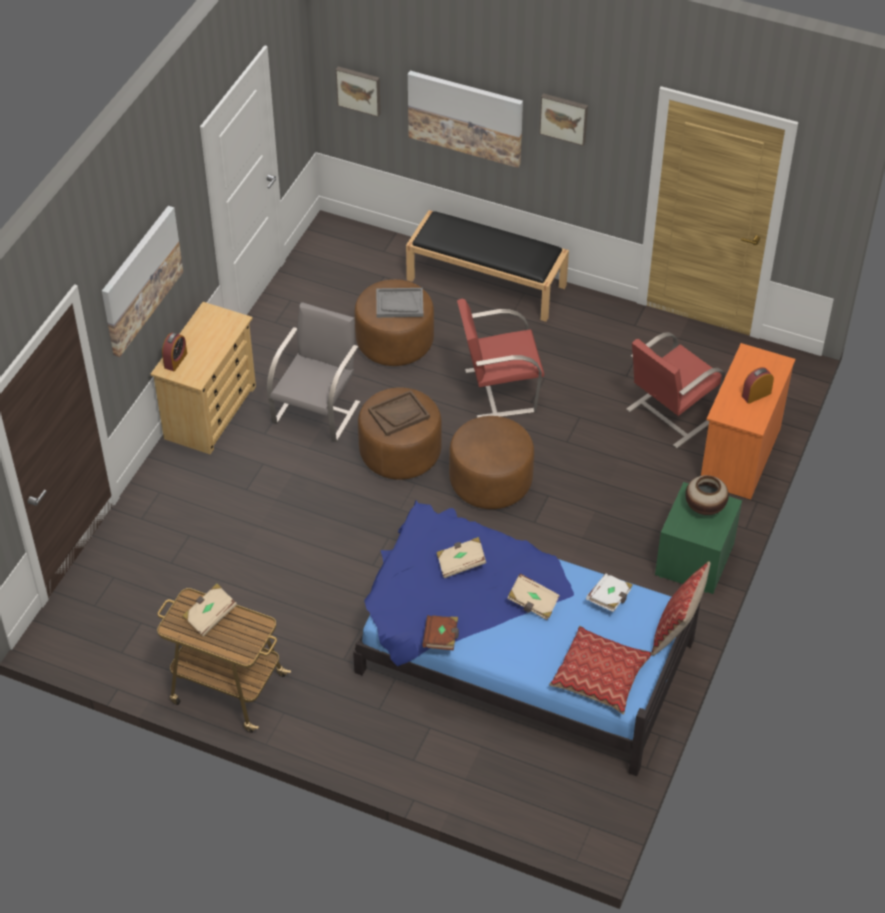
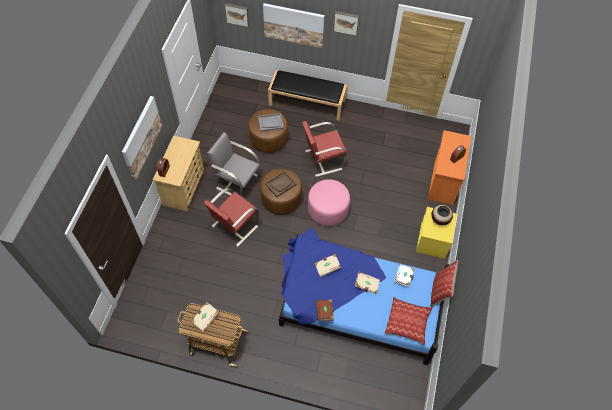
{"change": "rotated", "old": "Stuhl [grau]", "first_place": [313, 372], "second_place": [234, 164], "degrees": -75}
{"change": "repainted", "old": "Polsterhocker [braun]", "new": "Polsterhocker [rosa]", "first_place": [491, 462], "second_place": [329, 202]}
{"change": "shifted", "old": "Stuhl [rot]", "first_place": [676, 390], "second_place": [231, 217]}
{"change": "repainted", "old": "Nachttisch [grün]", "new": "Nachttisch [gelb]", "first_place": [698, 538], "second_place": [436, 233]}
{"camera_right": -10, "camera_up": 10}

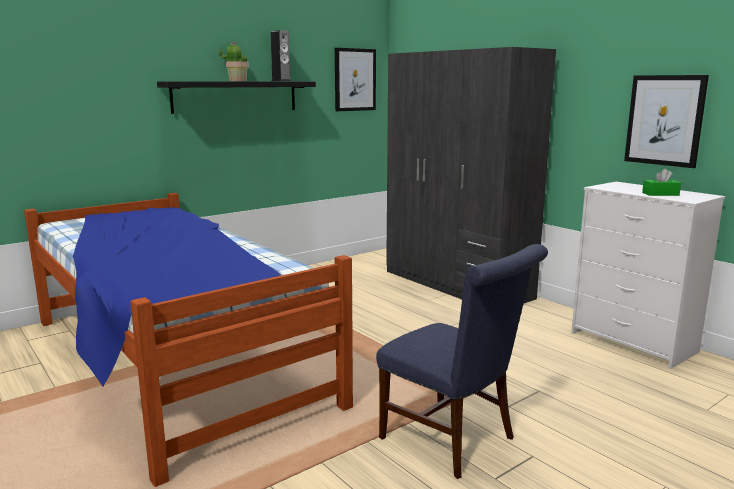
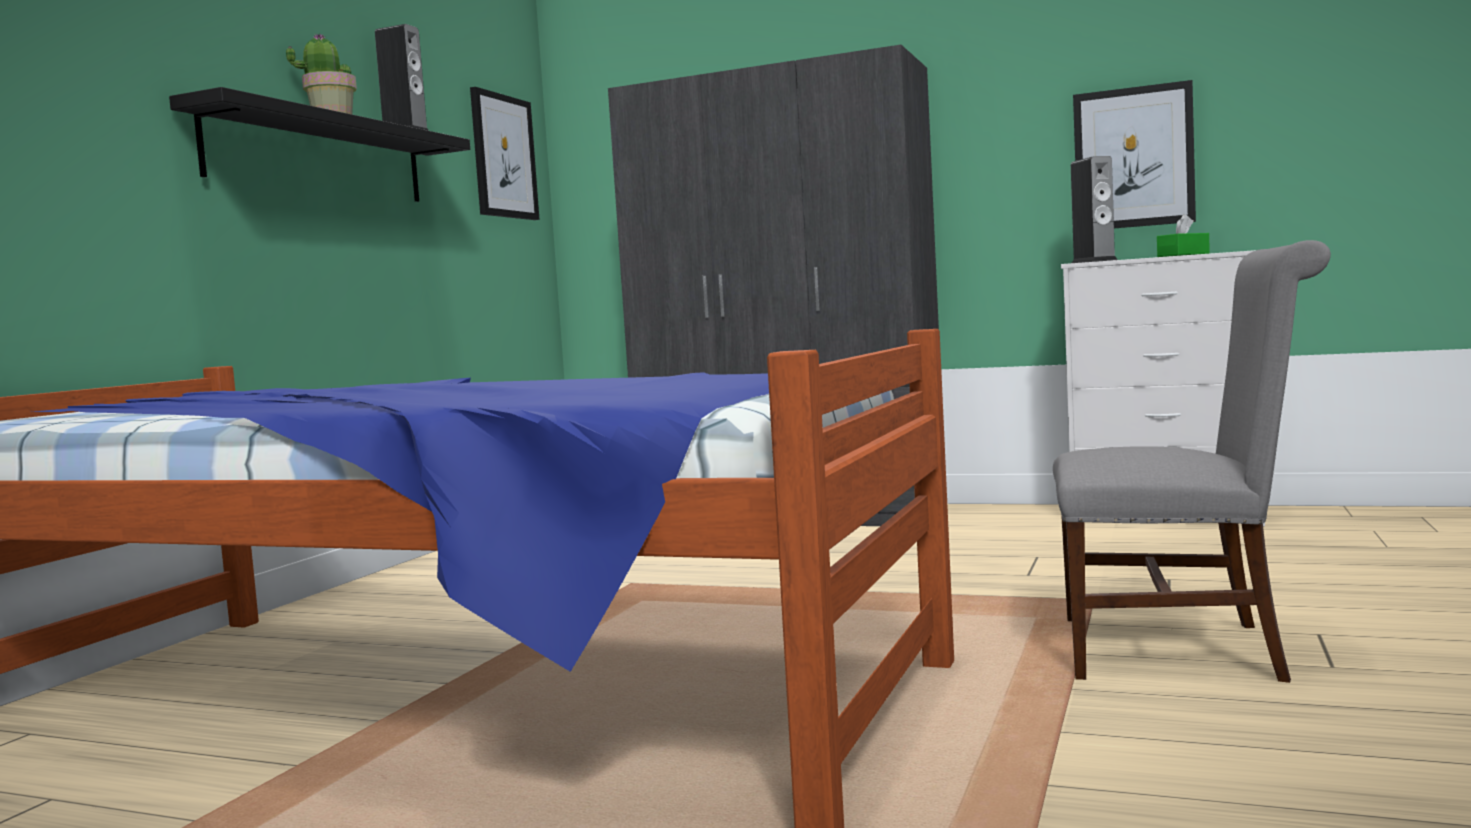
{"change": "repainted", "old": "Stuhl [blau]", "new": "Stuhl [grau]", "first_place": [462, 361], "second_place": [1192, 461]}
{"change": "new", "new": "Lautsprecher", "second_place": [1094, 209]}
{"camera_right": -30, "camera_up": -10}

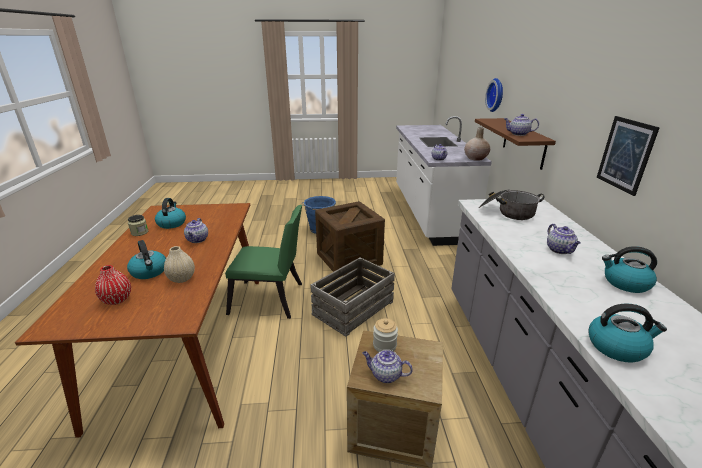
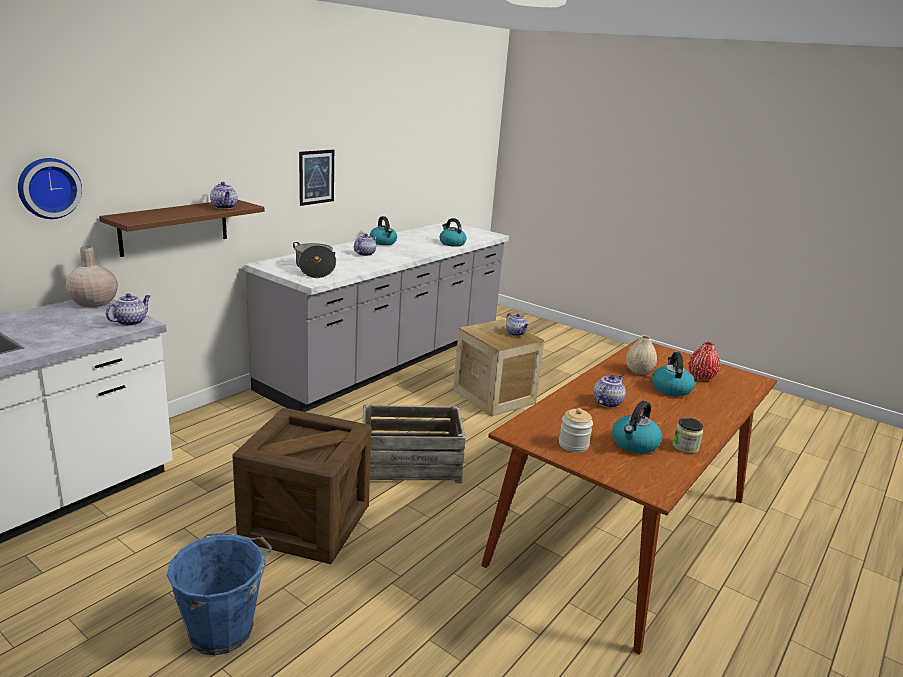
{"change": "gone", "old": "Stuhl [grün]", "first_place": [263, 262]}
{"change": "shifted", "old": "Vorratsglas", "first_place": [385, 335], "second_place": [576, 430]}
{"camera_right": -140, "camera_up": -5}

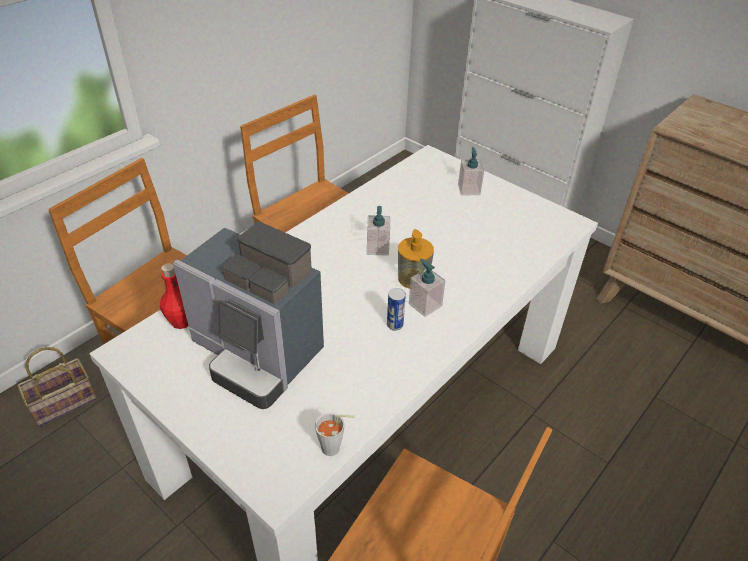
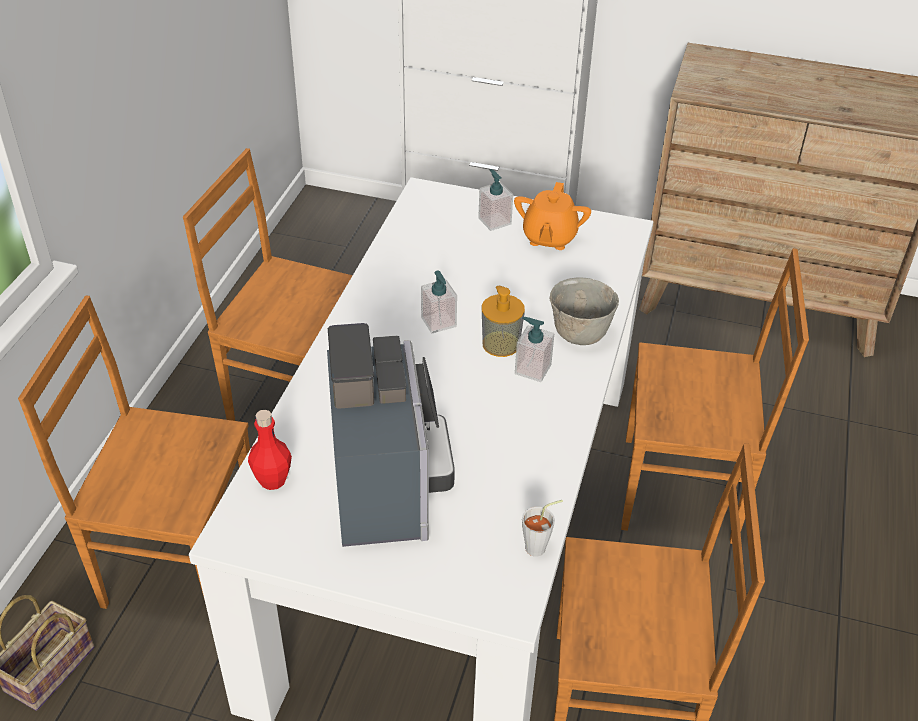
{"change": "rotated", "old": "Kaffeemaschine", "first_place": [248, 315], "second_place": [391, 435], "degrees": -105}
{"change": "gone", "old": "Dose", "first_place": [396, 309]}
{"change": "new", "new": "Teekanne [orange]", "second_place": [552, 216]}
{"change": "new", "new": "Schüssel [grau]", "second_place": [584, 311]}
{"change": "new", "new": "Stuhl [braun]", "second_place": [715, 396]}
{"camera_right": -25, "camera_up": 0}

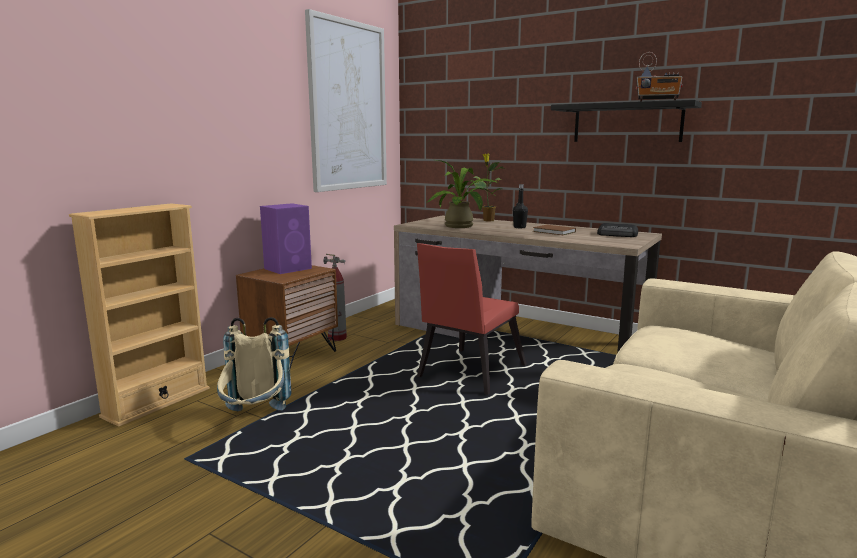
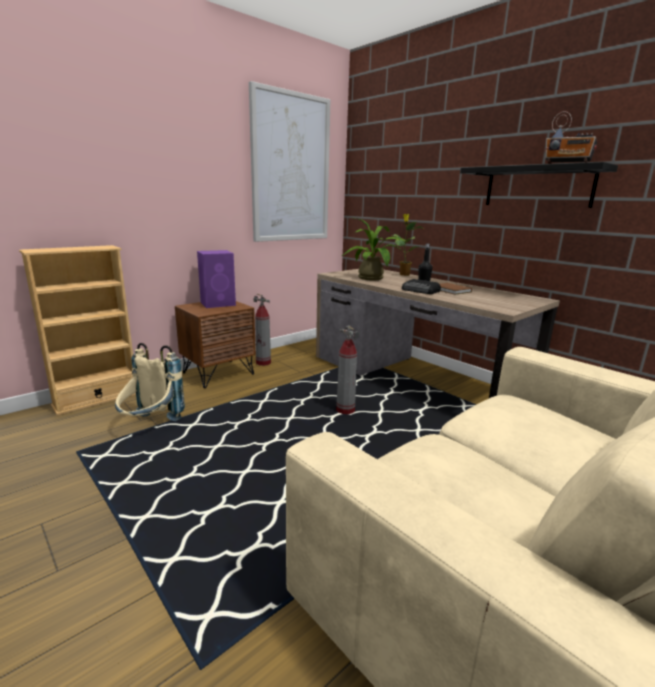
{"change": "swapped", "old": "Stuhl [rot]", "new": "Feuerlöscher", "first_place": [472, 319], "second_place": [347, 369]}
{"change": "shifted", "old": "Radio", "first_place": [617, 230], "second_place": [421, 286]}
{"camera_right": 15, "camera_up": 5}

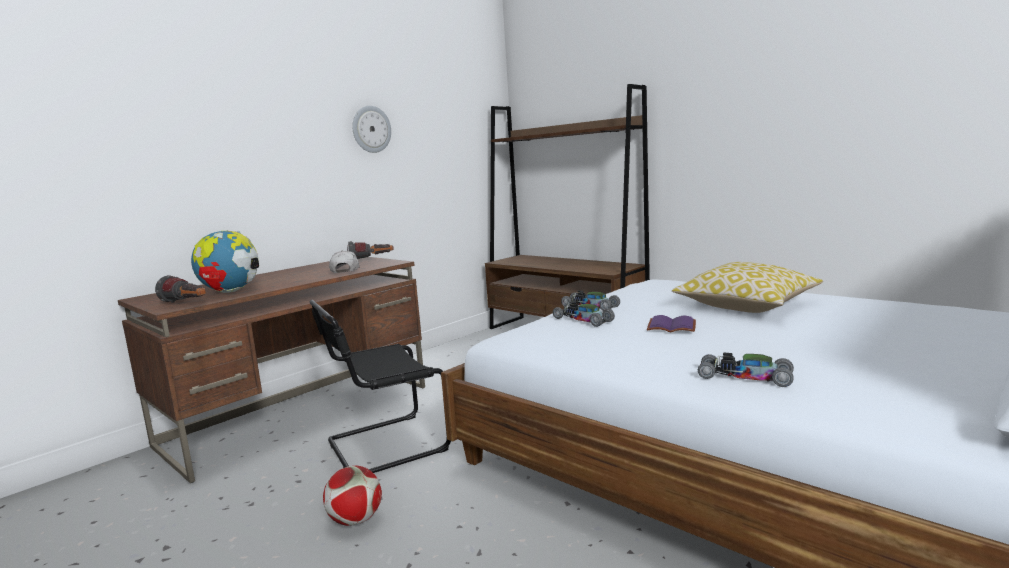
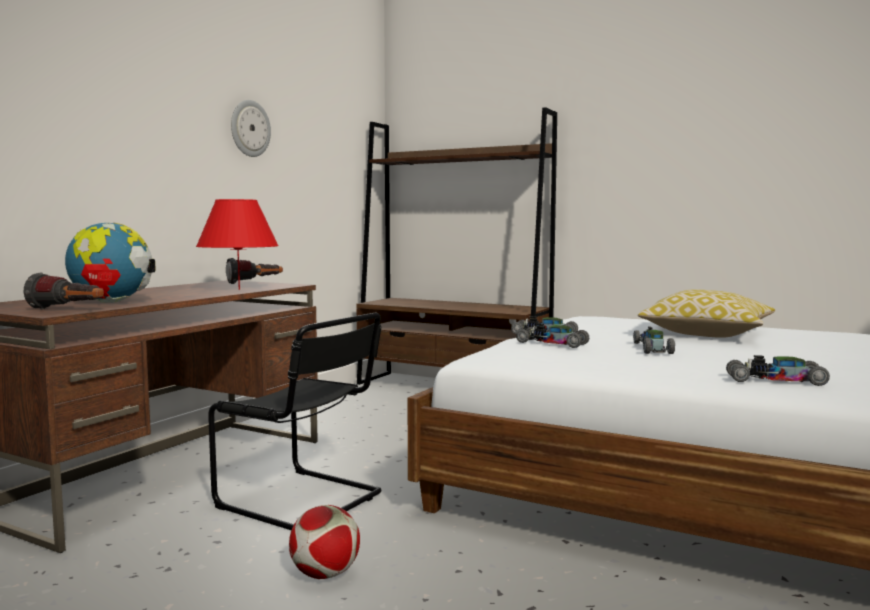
{"change": "rotated", "old": "Stuhl [schwarz]", "first_place": [380, 386], "second_place": [294, 421], "degrees": -105}
{"change": "swapped", "old": "Kappe [weiß]", "new": "Tischlampe [rot]", "first_place": [344, 261], "second_place": [237, 244]}
{"change": "swapped", "old": "Buch [lila]", "new": "Spielzeugauto", "first_place": [671, 323], "second_place": [654, 340]}
{"camera_right": -15, "camera_up": -5}

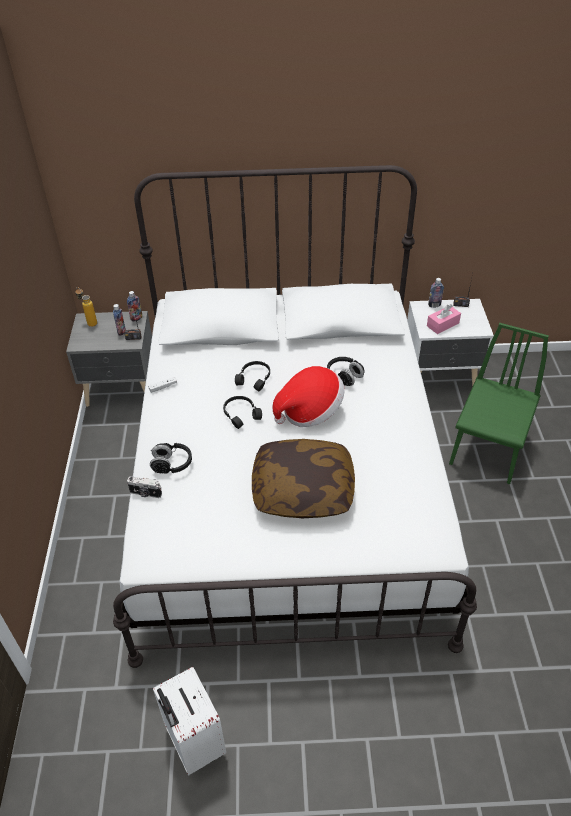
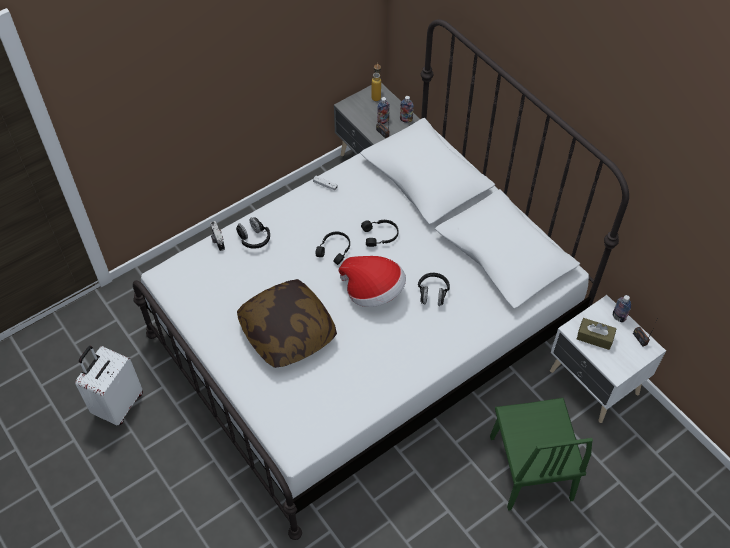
{"change": "repainted", "old": "Taschentuchbox [rosa]", "new": "Taschentuchbox [braun]", "first_place": [444, 319], "second_place": [597, 334]}
{"change": "rotated", "old": "Stuhl [grün]", "first_place": [499, 403], "second_place": [541, 454], "degrees": 90}
{"camera_right": 55, "camera_up": 10}

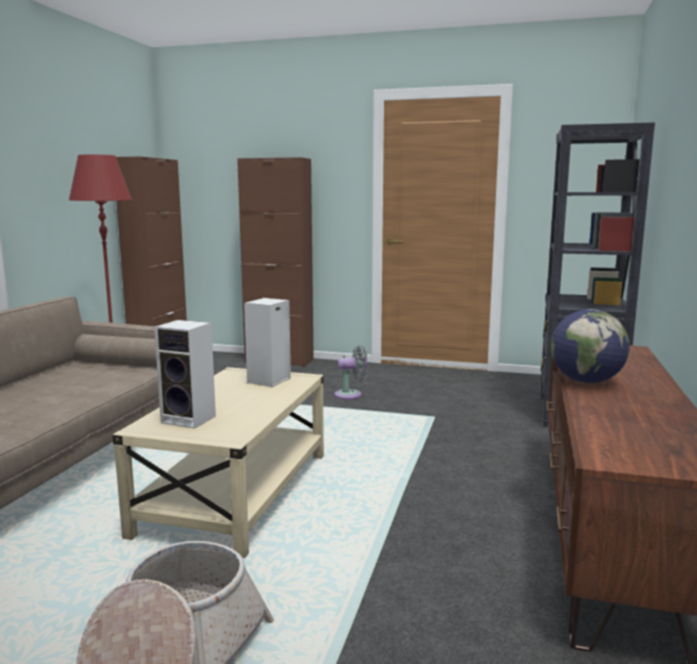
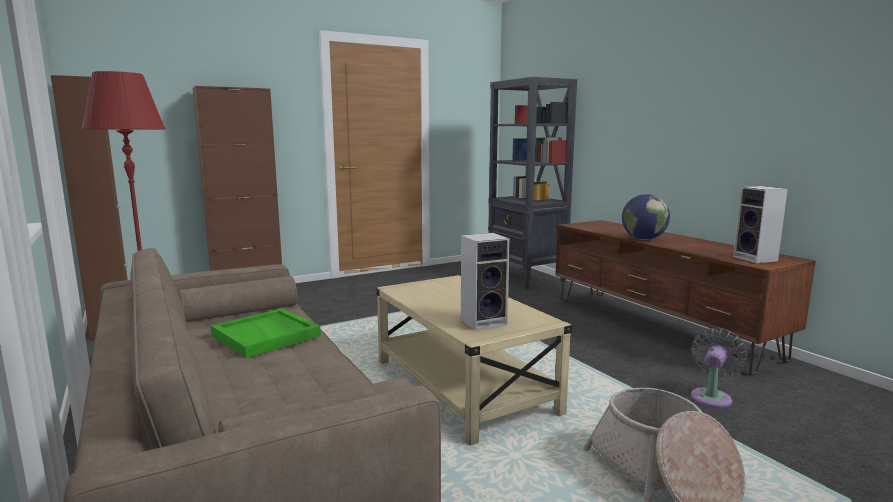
{"change": "shifted", "old": "Lautsprecher", "first_place": [267, 342], "second_place": [760, 224]}
{"change": "shifted", "old": "Ventilator [grau]", "first_place": [351, 372], "second_place": [719, 367]}
{"change": "new", "new": "Tablett [grün]", "second_place": [266, 333]}
{"camera_right": -45, "camera_up": 0}

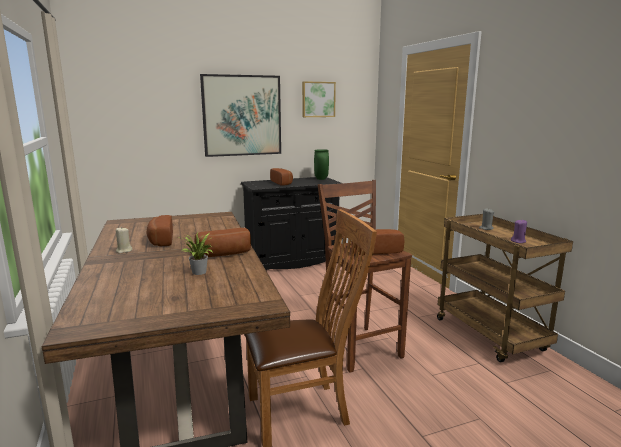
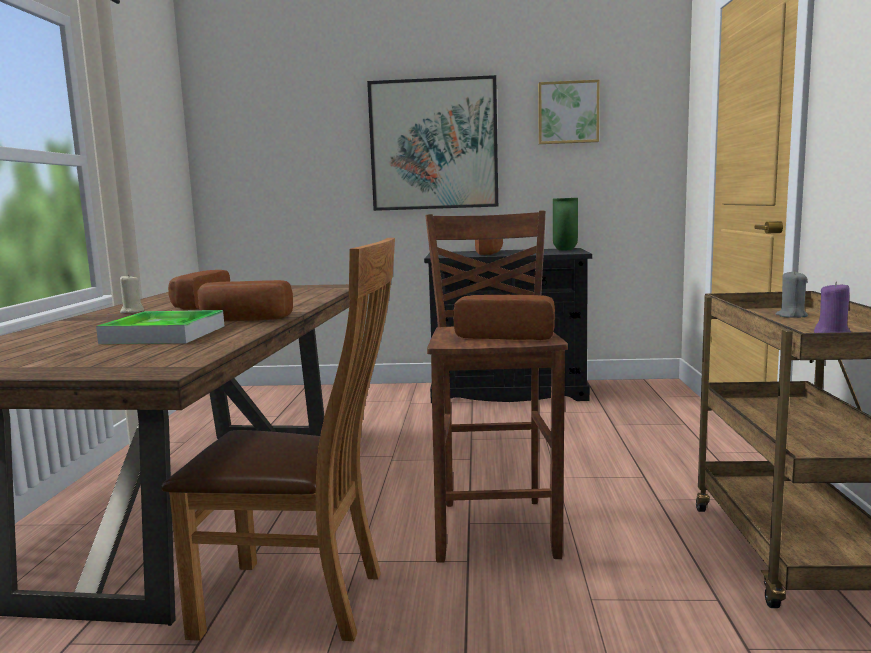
{"change": "swapped", "old": "Topfpflanze", "new": "Tablett", "first_place": [194, 253], "second_place": [160, 327]}
{"camera_right": 25, "camera_up": -5}

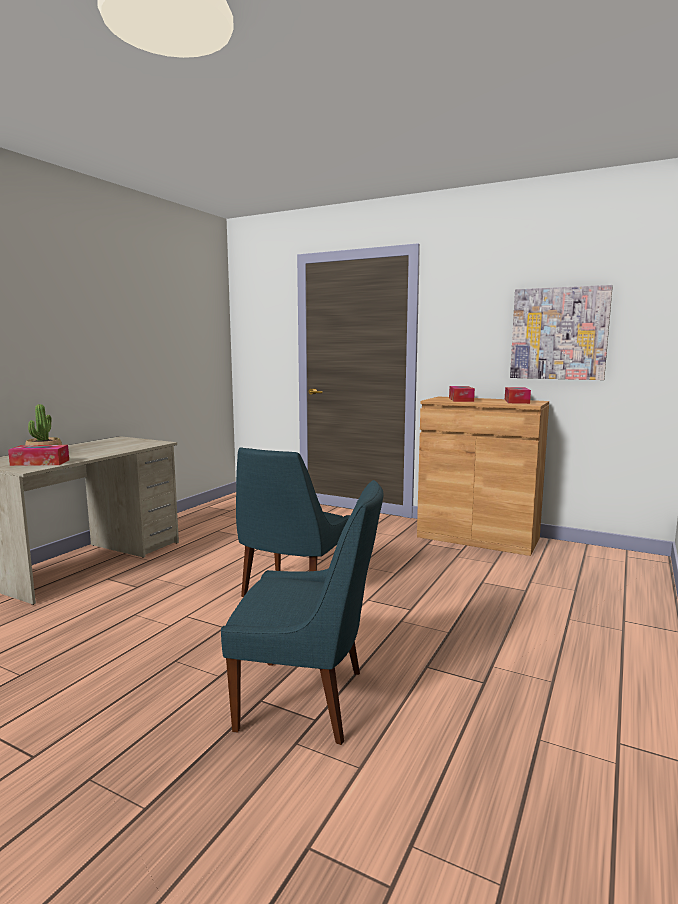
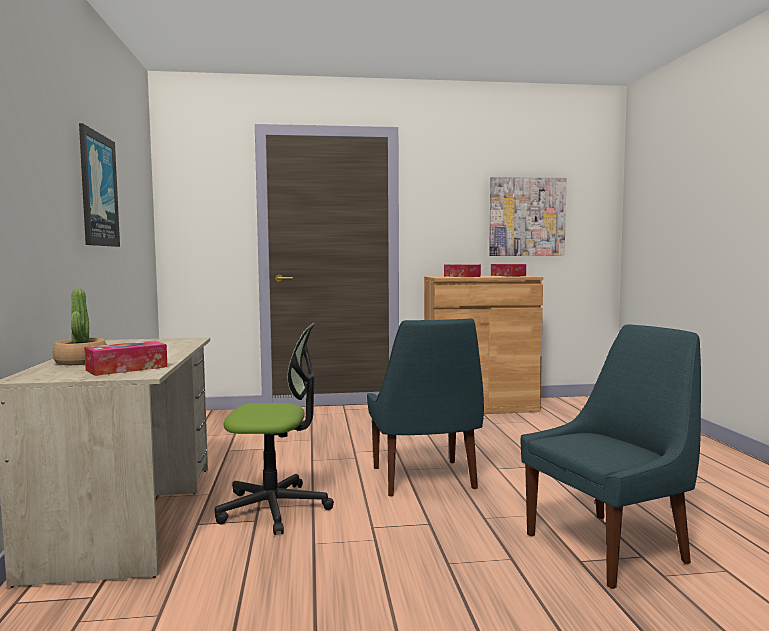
{"change": "new", "new": "Bild", "second_place": [99, 185]}
{"change": "new", "new": "Bürostuhl", "second_place": [274, 429]}
{"camera_right": -35, "camera_up": -5}

